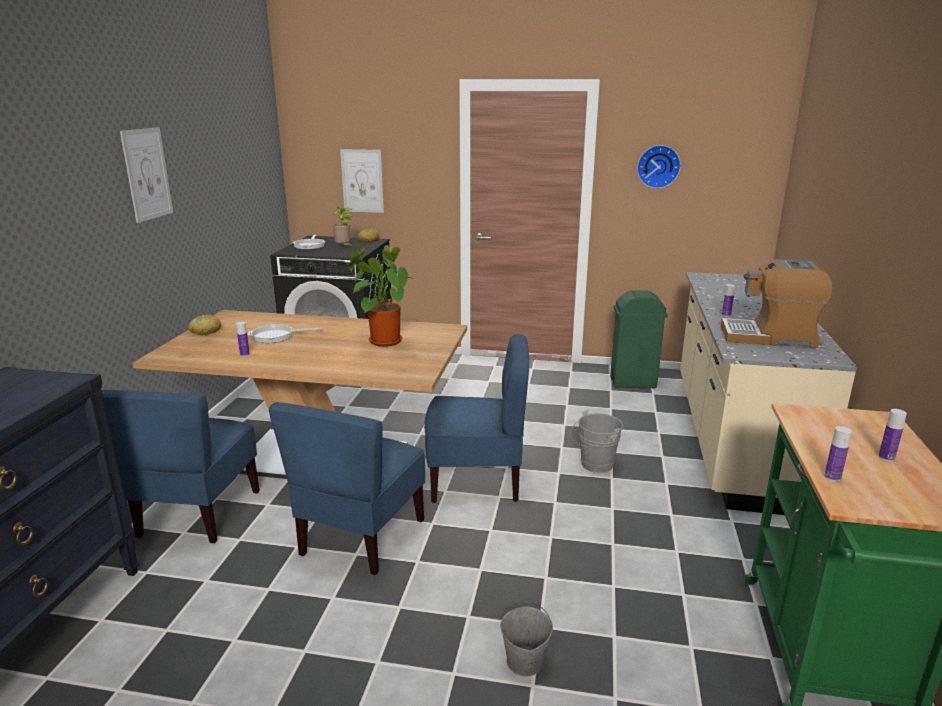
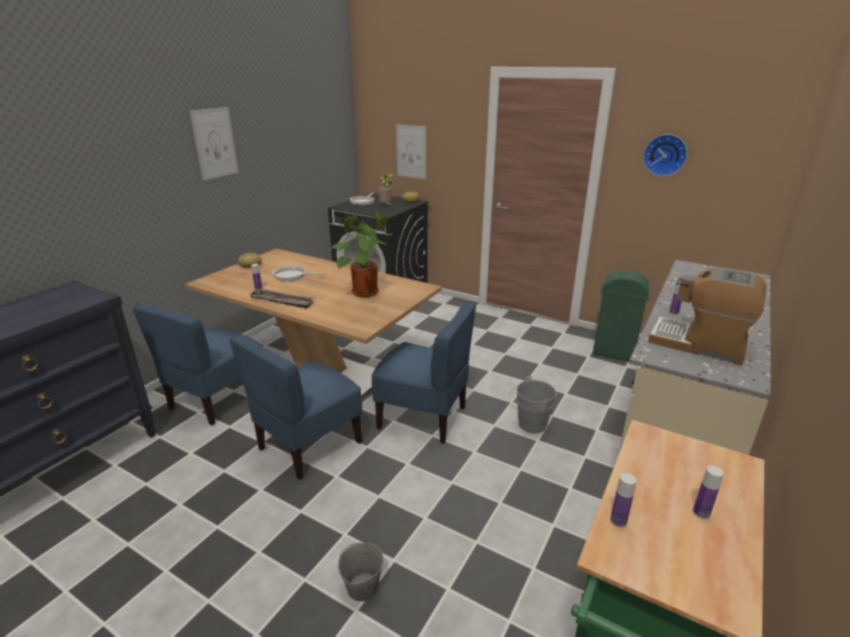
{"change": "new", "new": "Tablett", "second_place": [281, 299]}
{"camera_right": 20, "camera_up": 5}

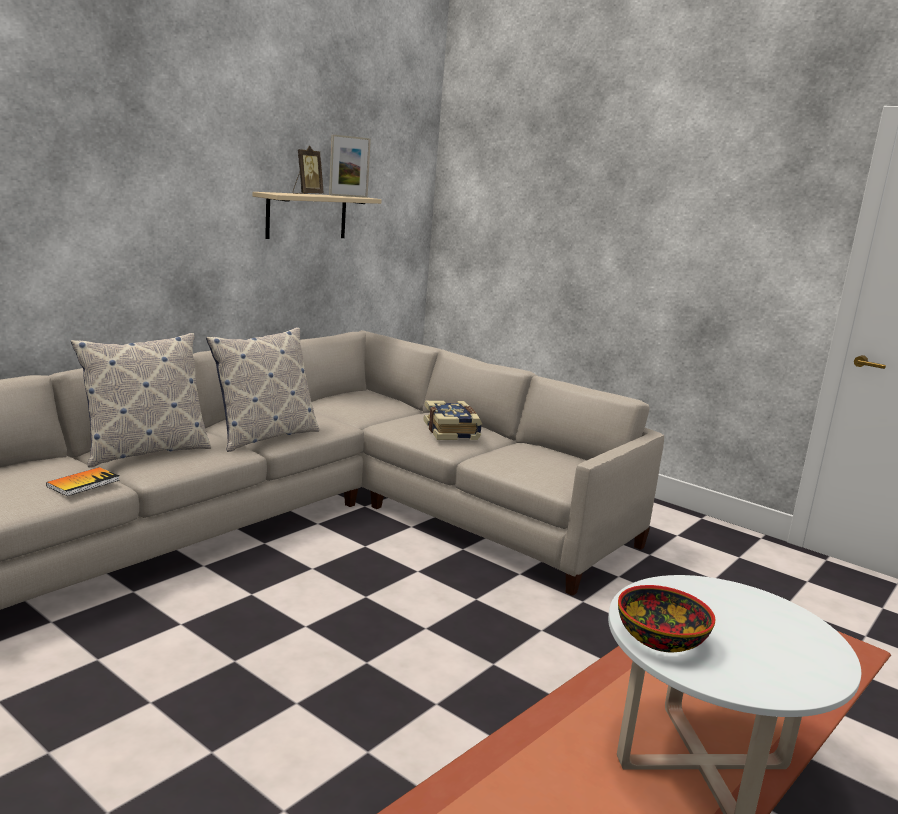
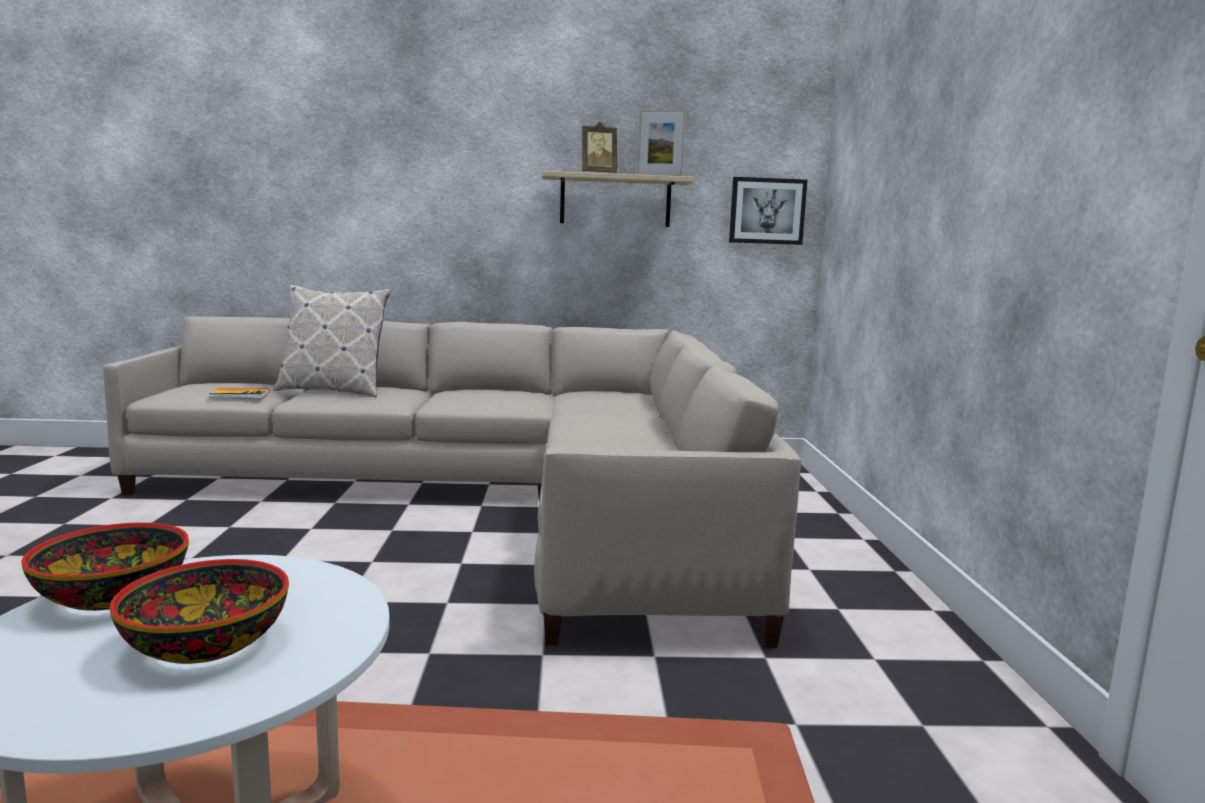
{"change": "gone", "old": "Kissen", "first_place": [262, 389]}
{"change": "gone", "old": "Buch", "first_place": [452, 420]}
{"change": "new", "new": "Schüssel", "second_place": [199, 611]}
{"change": "new", "new": "Bild", "second_place": [768, 211]}
{"camera_right": 50, "camera_up": -5}

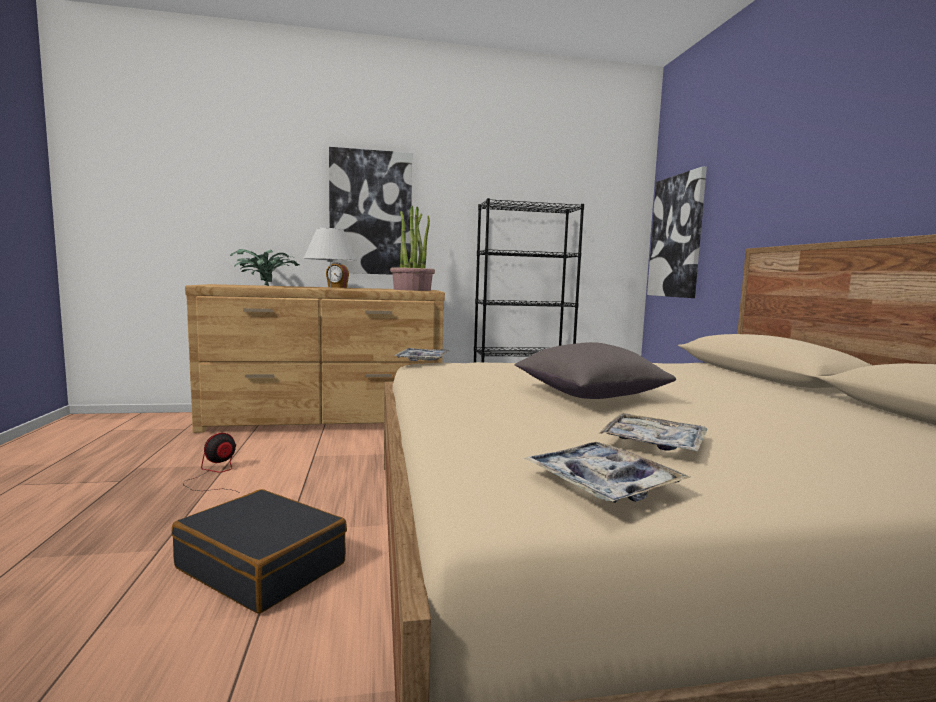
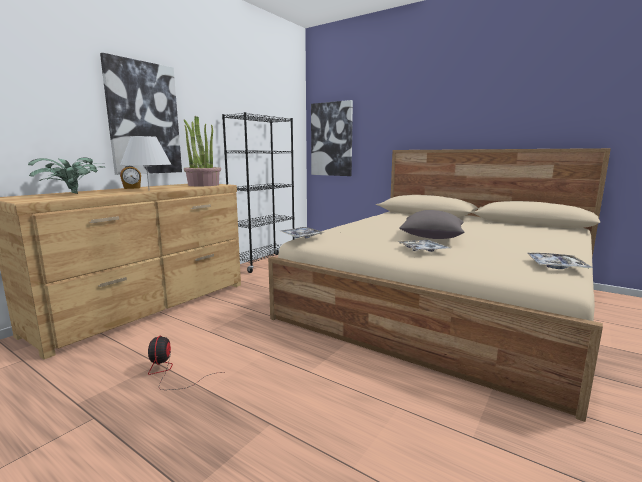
{"change": "gone", "old": "Koffer [schwarz]", "first_place": [259, 551]}
{"change": "shifted", "old": "Tablett", "first_place": [653, 432], "second_place": [423, 246]}
{"camera_right": -45, "camera_up": 5}

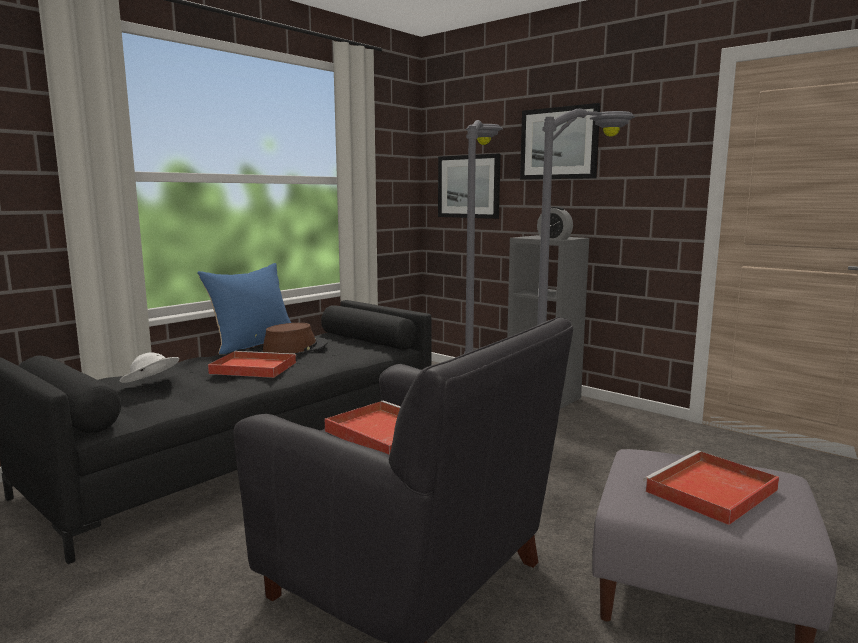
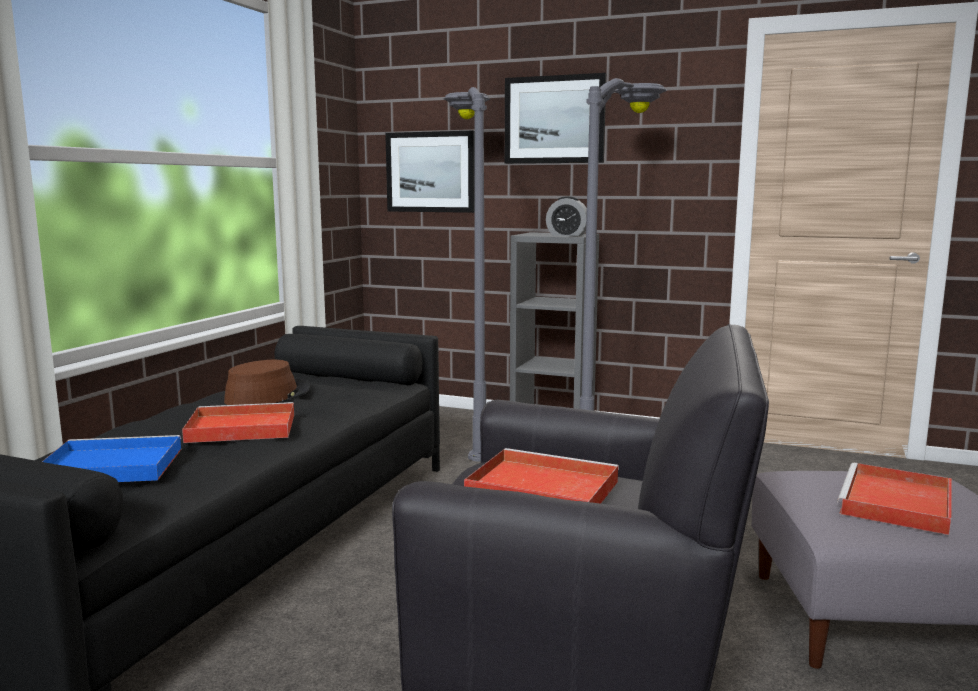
{"change": "swapped", "old": "Hut [weiß]", "new": "Tablett [blau]", "first_place": [149, 367], "second_place": [111, 458]}
{"change": "gone", "old": "Kissen [blau]", "first_place": [244, 309]}
{"camera_right": -20, "camera_up": 0}

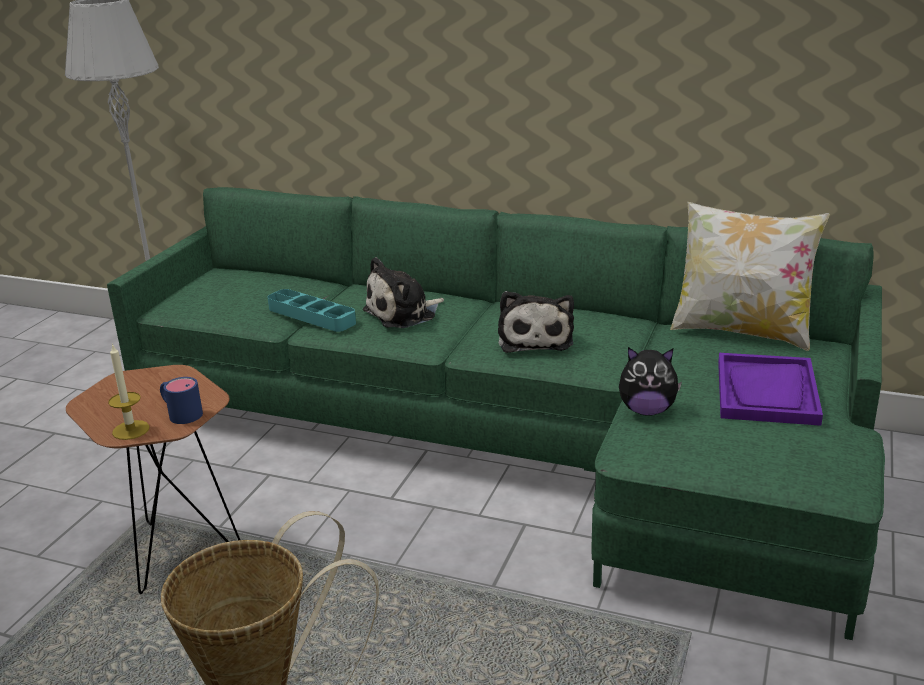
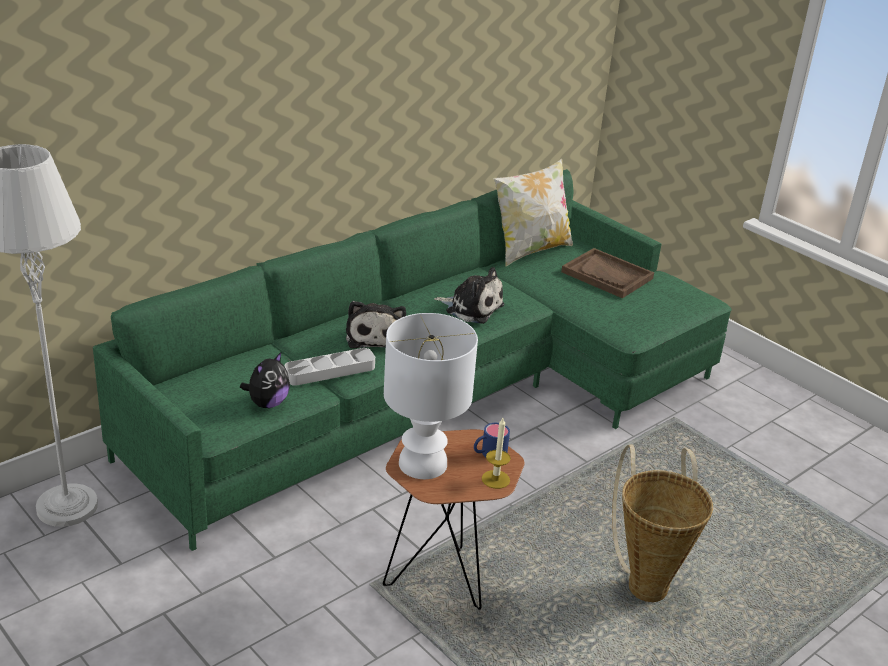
{"change": "repainted", "old": "Tablett [türkis]", "new": "Tablett [grau]", "first_place": [312, 310], "second_place": [330, 367]}
{"change": "shifted", "old": "Plüschtier", "first_place": [650, 381], "second_place": [265, 379]}
{"change": "repainted", "old": "Tablett [lila]", "new": "Tablett [braun]", "first_place": [770, 389], "second_place": [607, 273]}
{"change": "new", "new": "Tischlampe [weiß]", "second_place": [431, 396]}
{"camera_right": -65, "camera_up": 5}

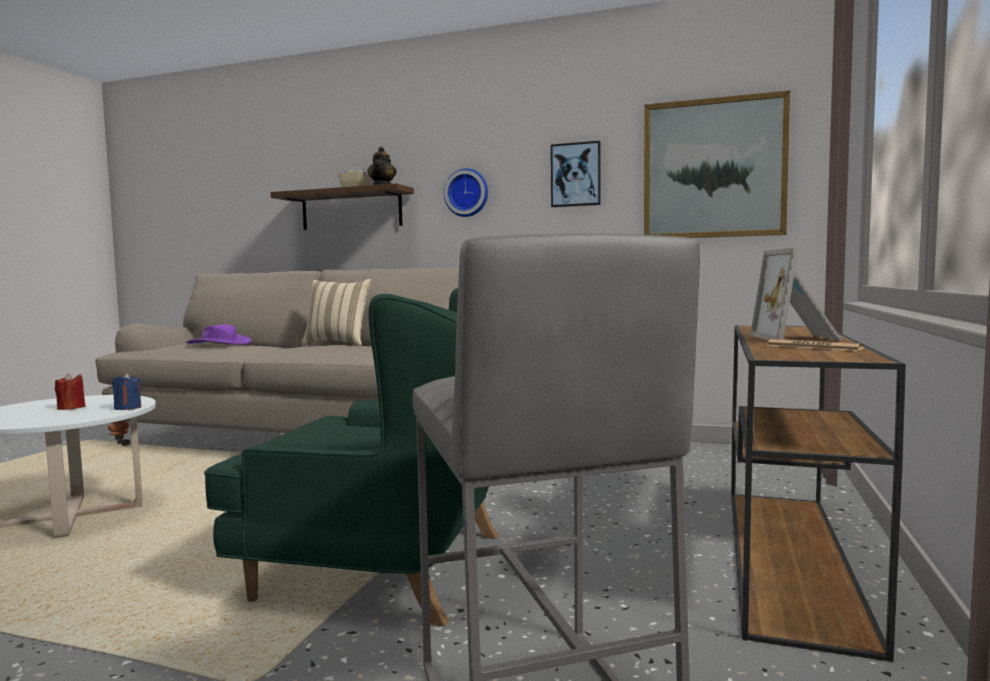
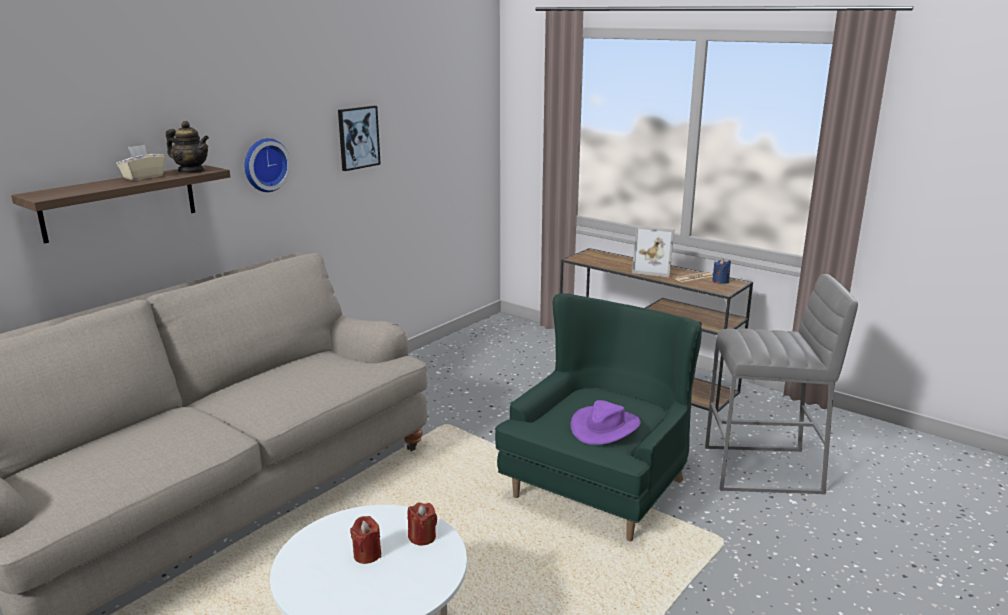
{"change": "shifted", "old": "Kerze [blau]", "first_place": [126, 391], "second_place": [721, 271]}
{"change": "shifted", "old": "Hut [lila]", "first_place": [218, 334], "second_place": [606, 422]}
{"change": "gone", "old": "Kissen [beige]", "first_place": [336, 312]}
{"change": "gone", "old": "Bild", "first_place": [717, 164]}
{"change": "new", "new": "Kerze [rot]", "second_place": [422, 523]}
{"camera_right": -70, "camera_up": 15}

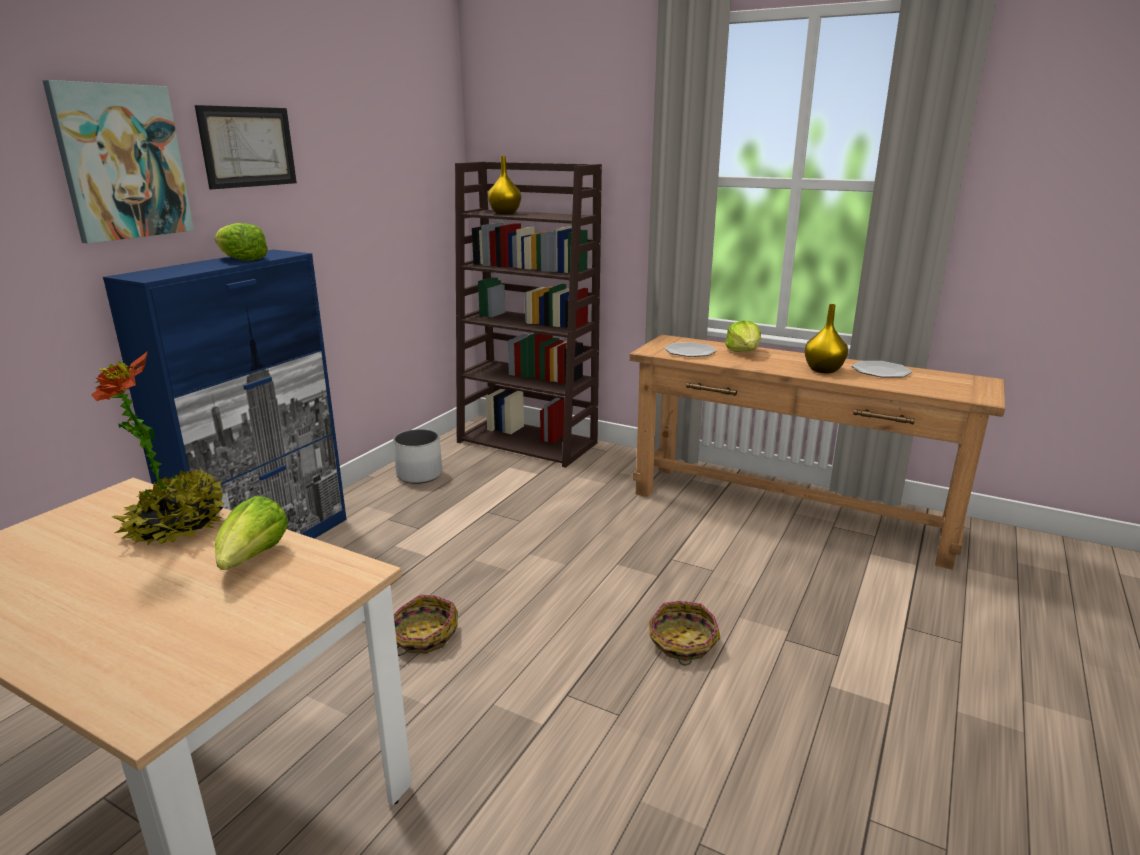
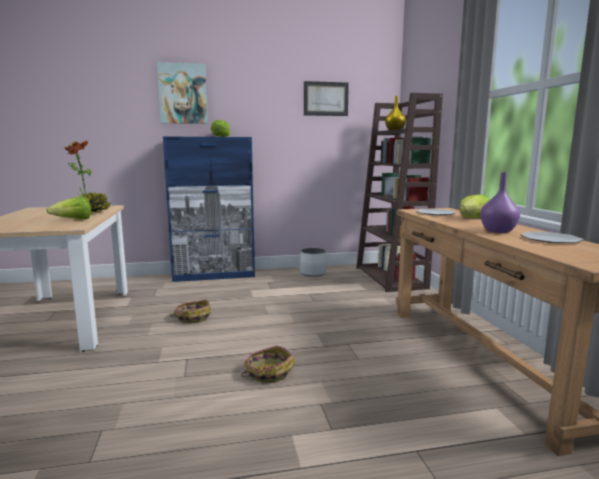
{"change": "shifted", "old": "Bild", "first_place": [246, 147], "second_place": [326, 98]}
{"change": "repainted", "old": "Vase [gelb]", "new": "Vase [lila]", "first_place": [826, 338], "second_place": [500, 202]}
{"camera_right": 50, "camera_up": -10}

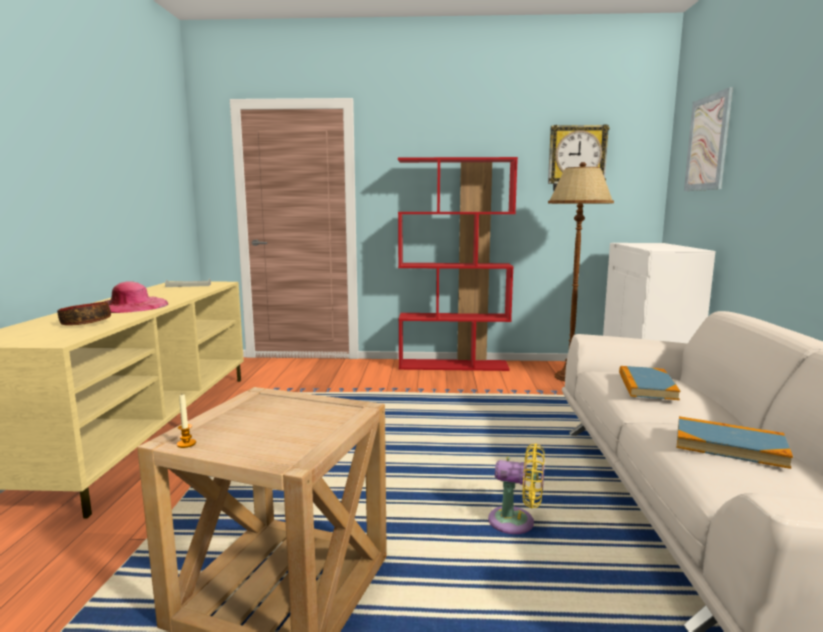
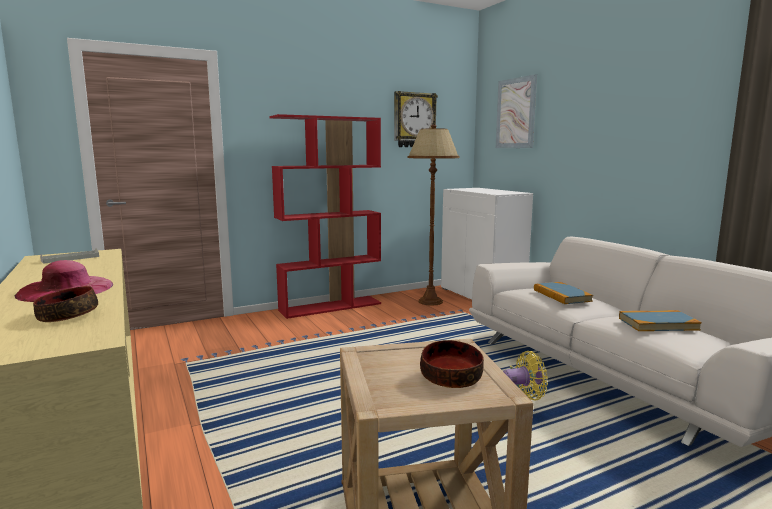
{"change": "gone", "old": "Kerze", "first_place": [186, 421]}
{"change": "new", "new": "Schüssel", "second_place": [452, 364]}
{"camera_right": -30, "camera_up": 0}

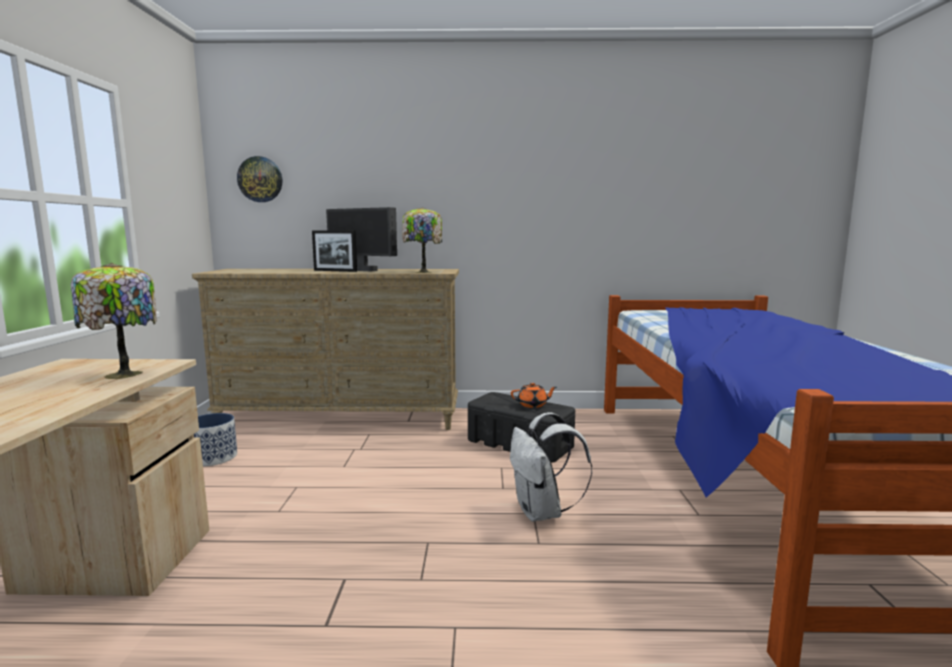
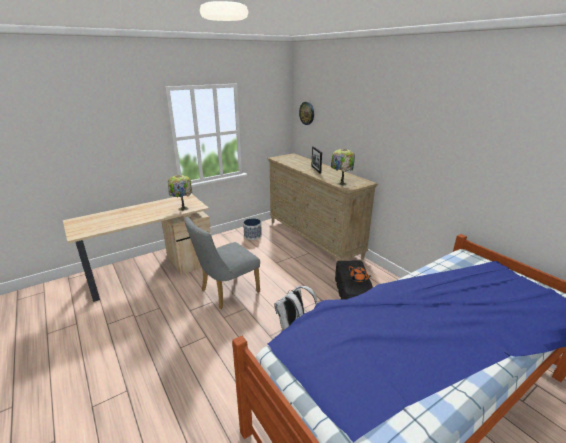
{"change": "gone", "old": "Monitor", "first_place": [361, 239]}
{"change": "new", "new": "Stuhl [grau]", "second_place": [222, 263]}
{"camera_right": 55, "camera_up": 15}

